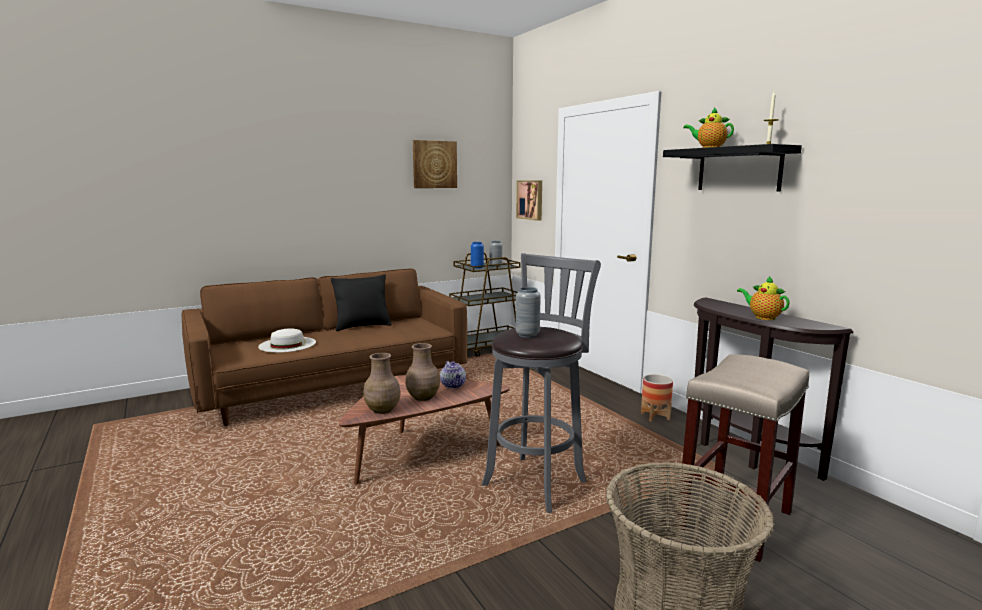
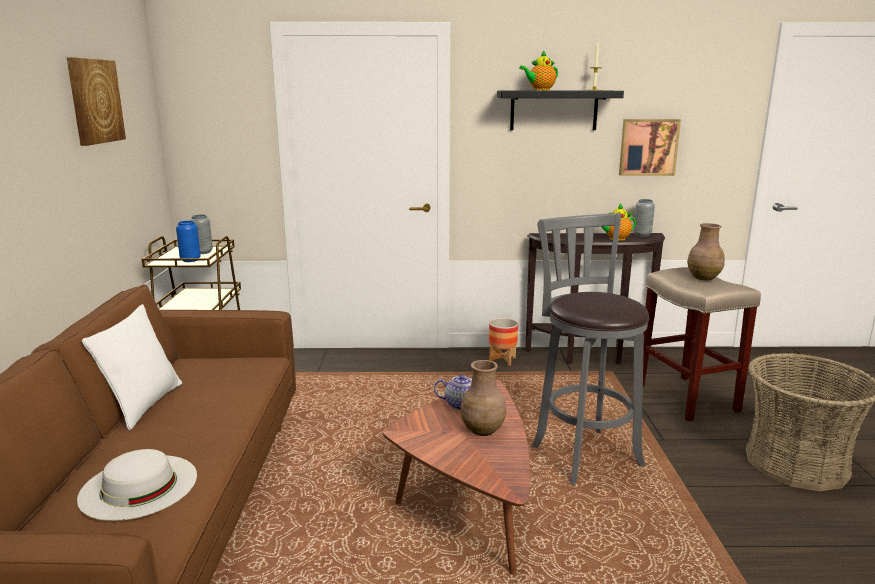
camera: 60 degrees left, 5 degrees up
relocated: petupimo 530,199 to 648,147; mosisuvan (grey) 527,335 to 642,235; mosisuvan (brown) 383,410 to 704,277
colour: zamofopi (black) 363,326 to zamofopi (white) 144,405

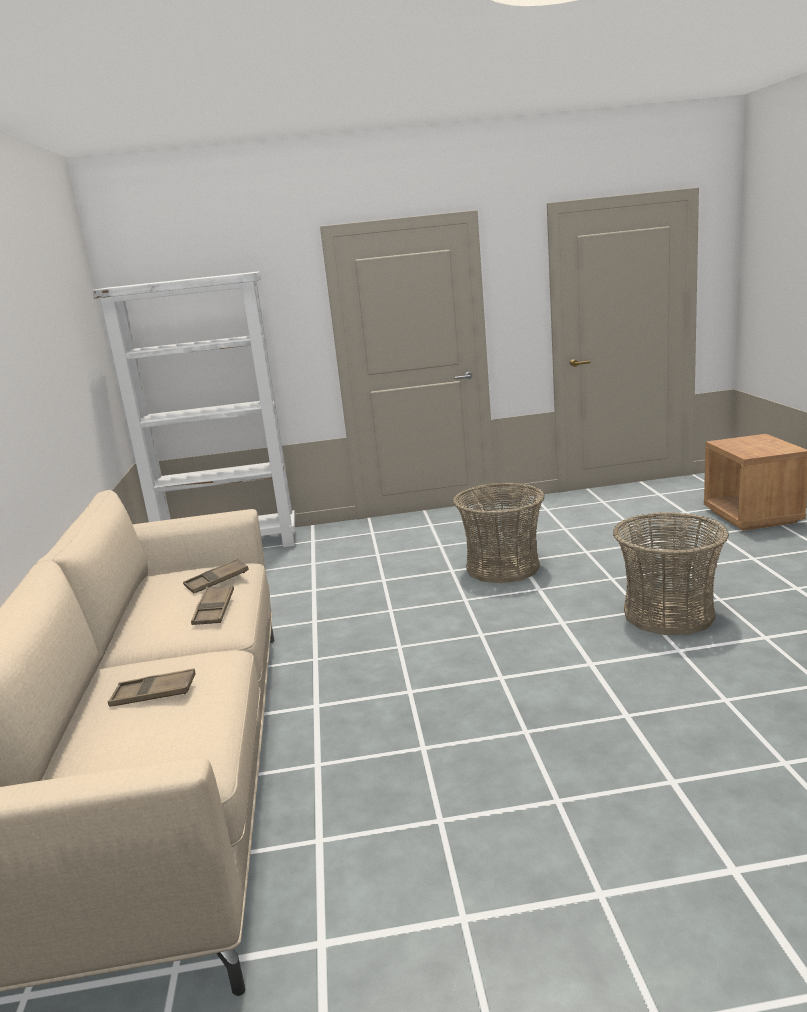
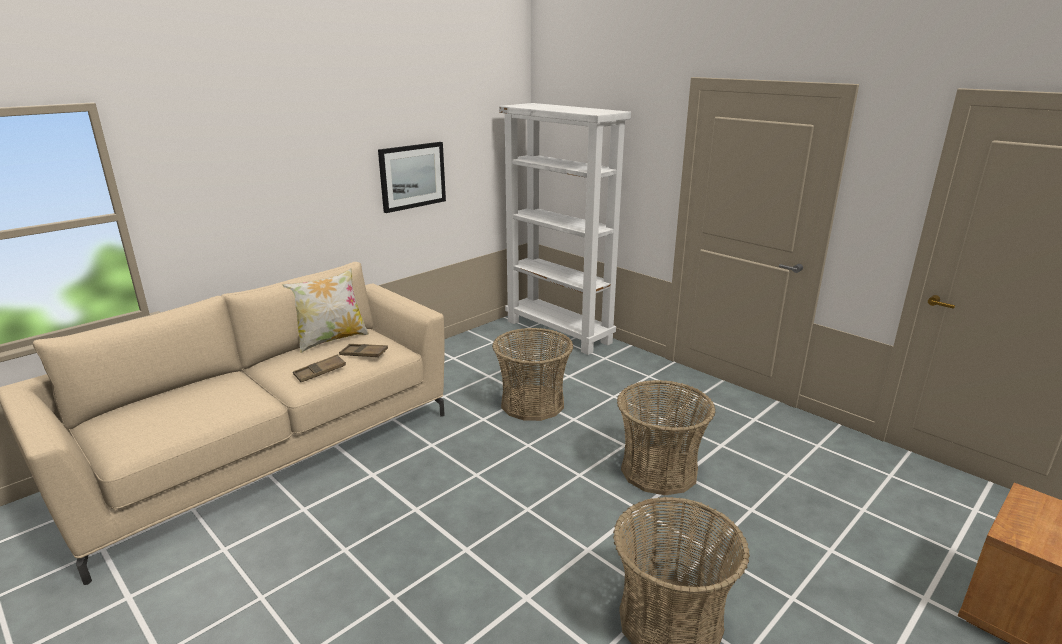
camera: 50 degrees right, 5 degrees up
missing: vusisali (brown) 154,694
appeared: zamofopi 331,340; petupimo 412,176; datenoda 532,403

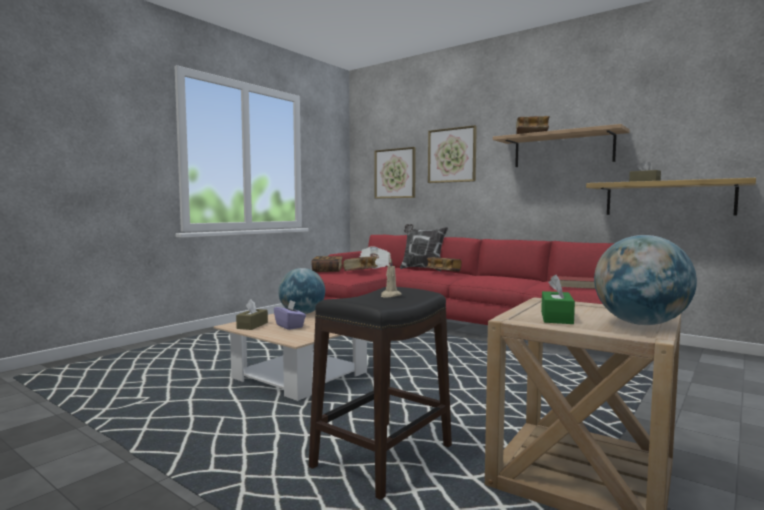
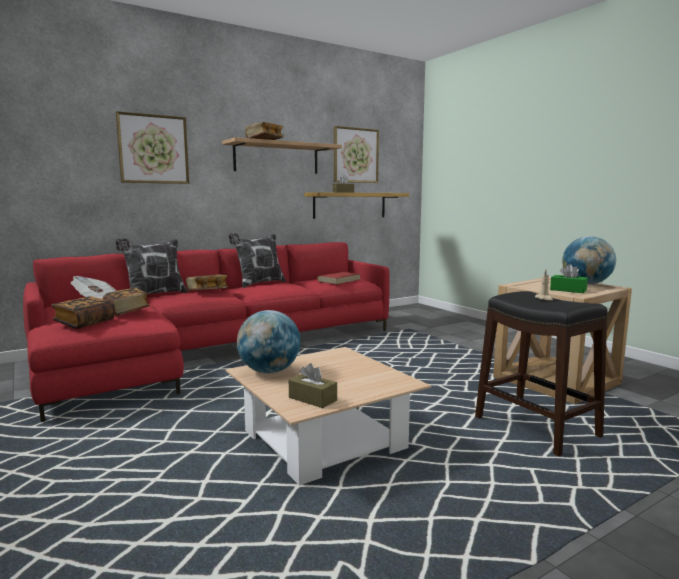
camera: 70 degrees left, 5 degrees up
missing: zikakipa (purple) 290,326
appeared: zamofopi 259,284
relocated: petupimo 395,173 to 355,155

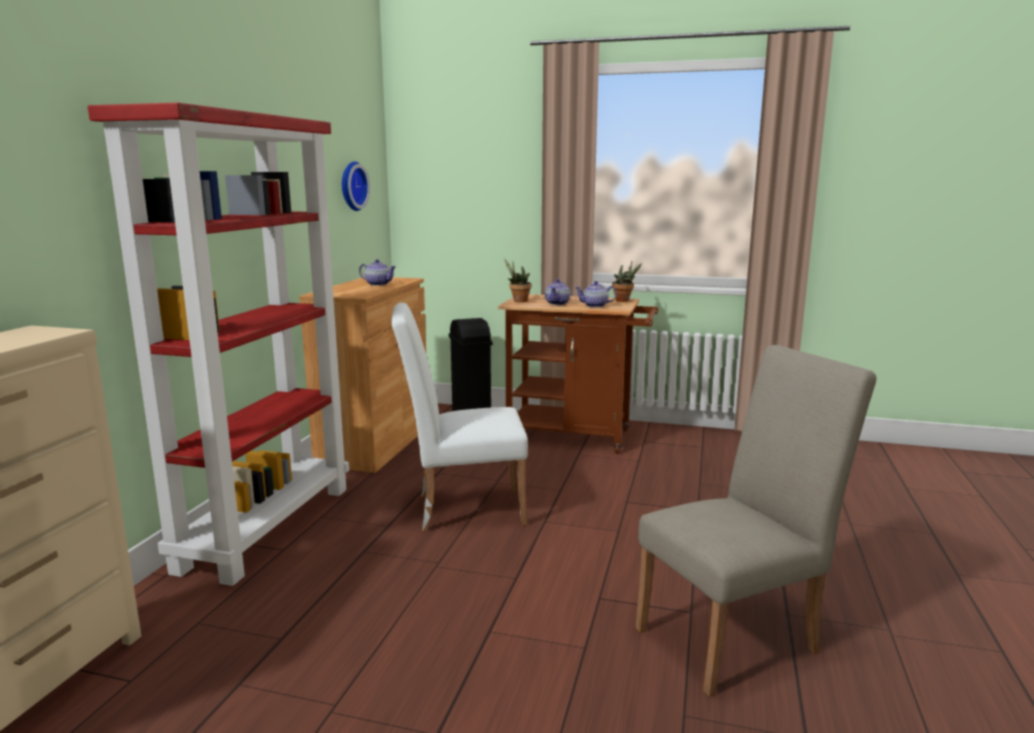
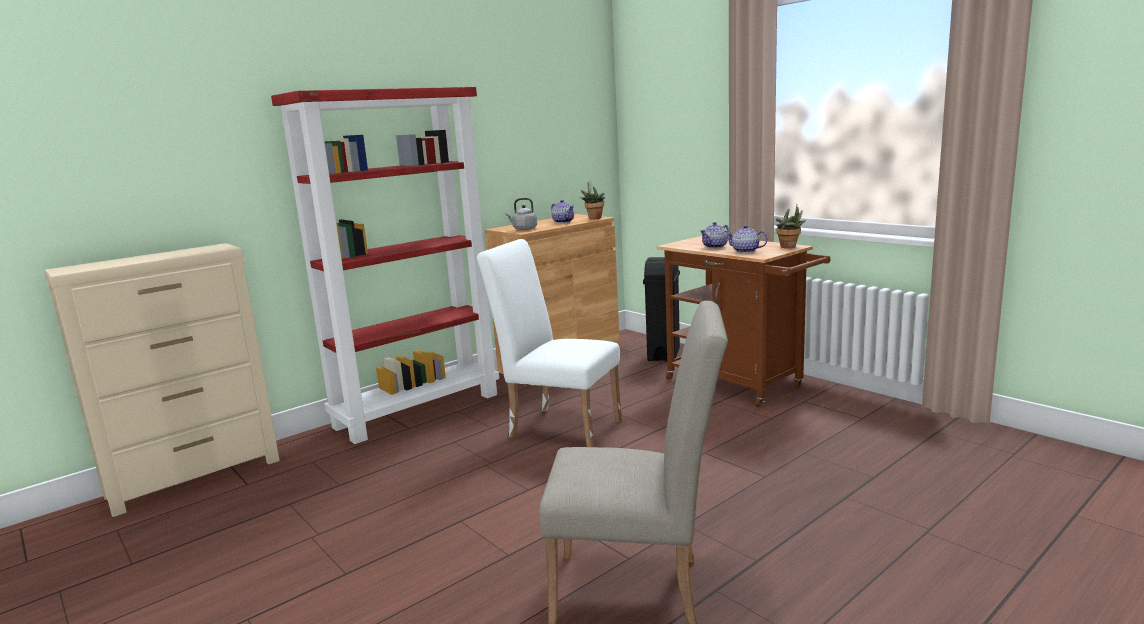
camera: 35 degrees right, 0 degrees up
missing: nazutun 351,186
appeared: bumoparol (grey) 523,229
relocated: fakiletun 518,301 to 594,218

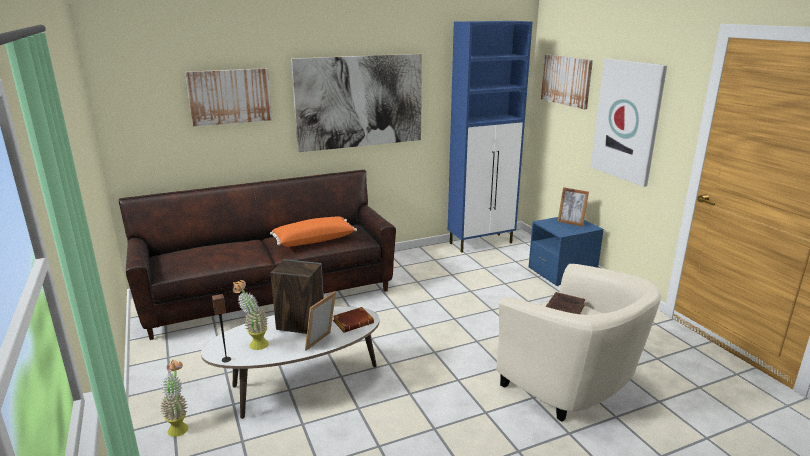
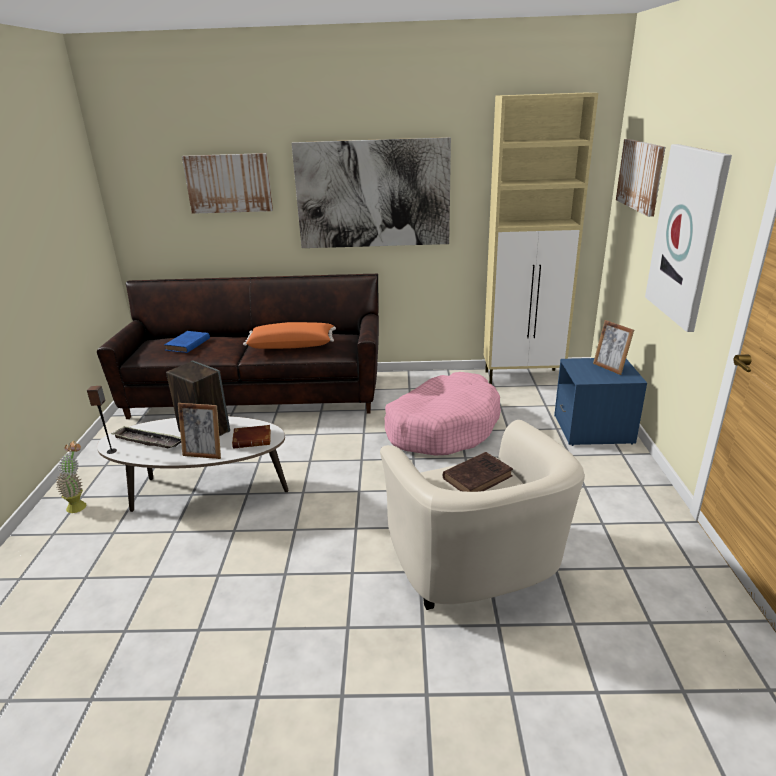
camera: 25 degrees right, 5 degrees up
appeared: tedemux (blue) 187,345; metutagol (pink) 442,427
exchanged: fakiletun 254,344 to vusisali 148,441
colour: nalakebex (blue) 481,243 to nalakebex (beige) 523,376
spun: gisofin 321,342 = 204,454 135 degrees counterclockwise

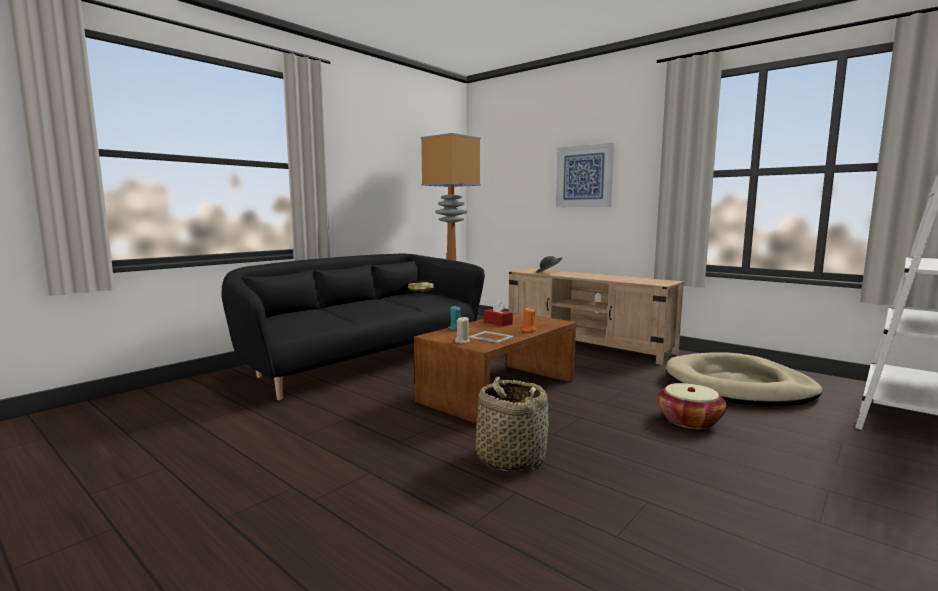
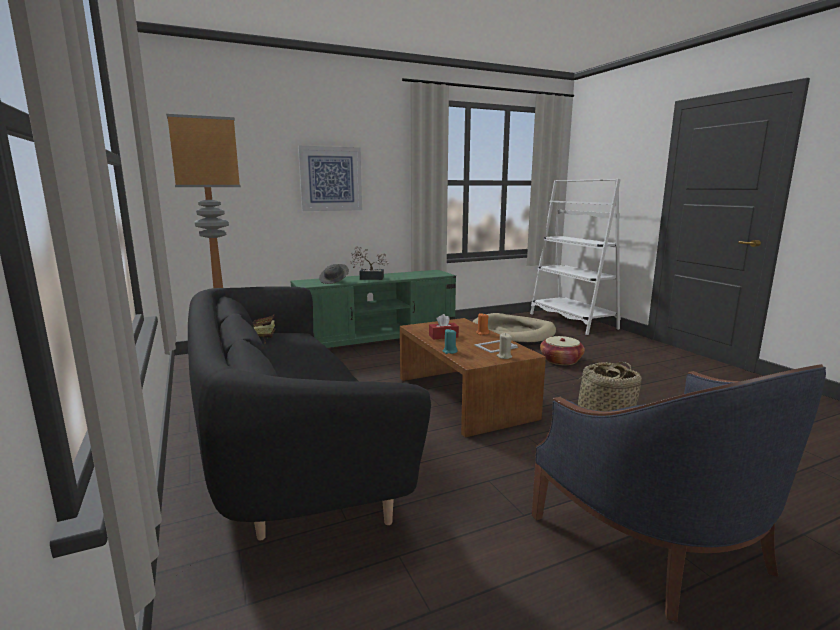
camera: 65 degrees left, 5 degrees up
appeared: fakiletun 368,278; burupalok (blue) 655,541
colour: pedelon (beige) 587,344 to pedelon (green) 377,341

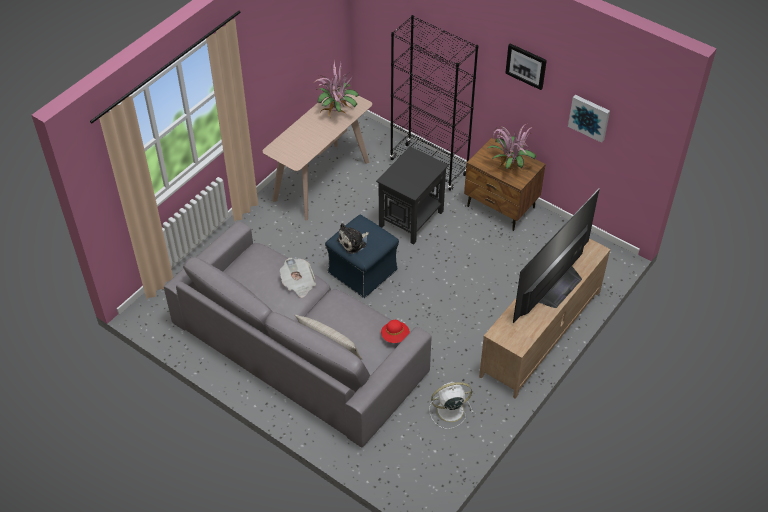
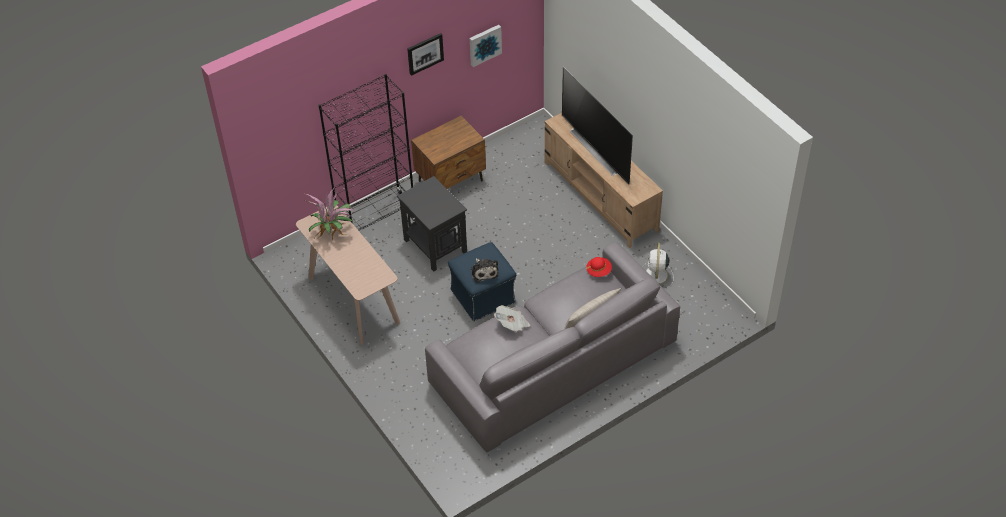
camera: 70 degrees left, 0 degrees up
missing: fakiletun 509,167

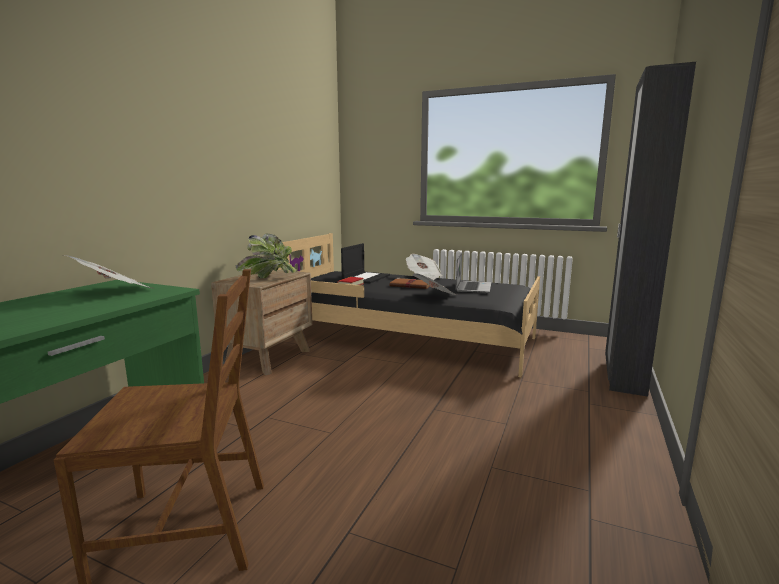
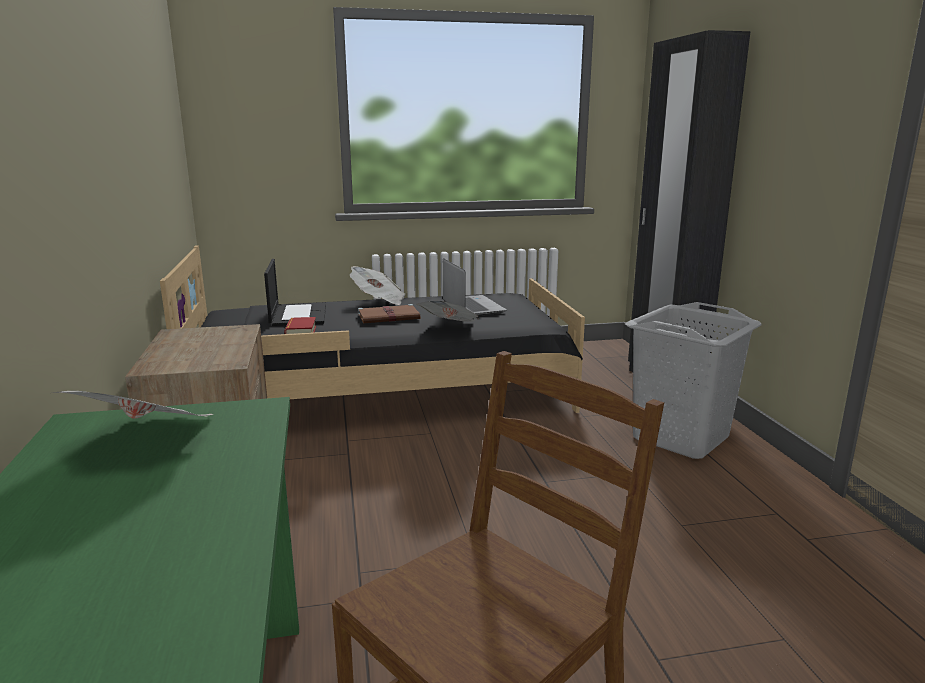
camera: 35 degrees left, 5 degrees up
missing: fakiletun 268,277
appeared: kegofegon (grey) 681,437

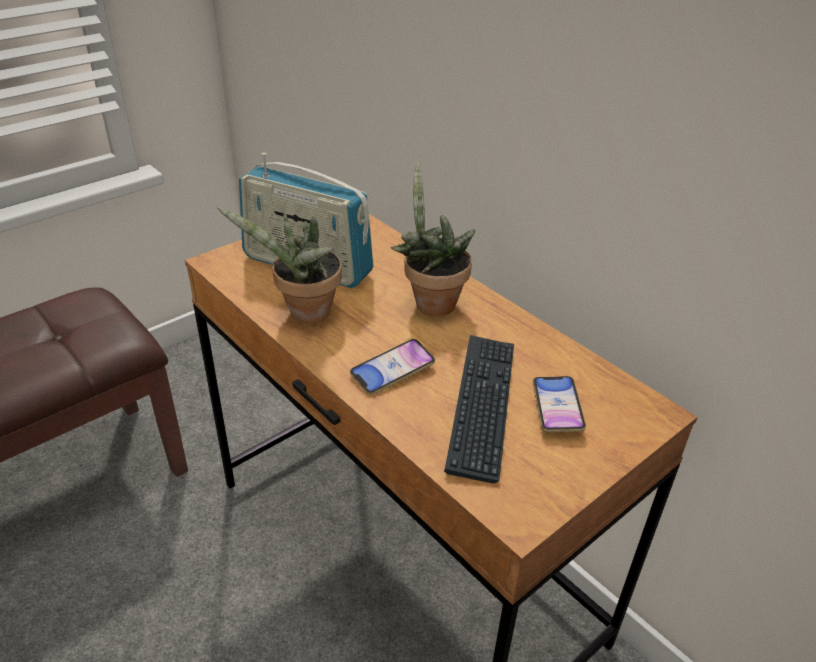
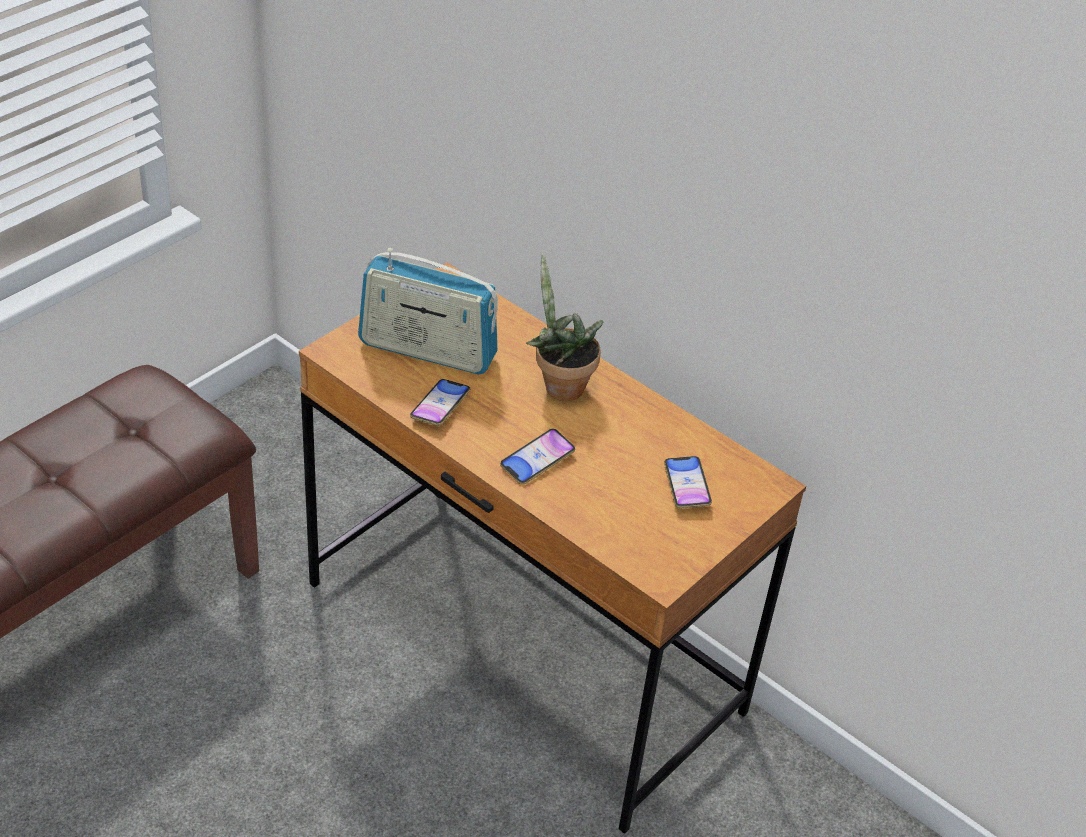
camera: 10 degrees left, 5 degrees up
missing: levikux 482,405
exchanged: fakiletun 304,313 to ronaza 440,406

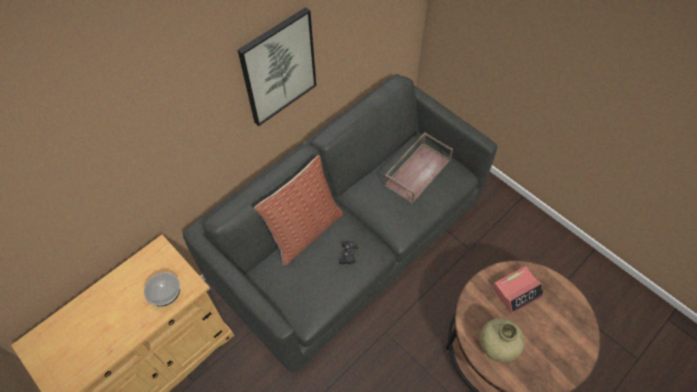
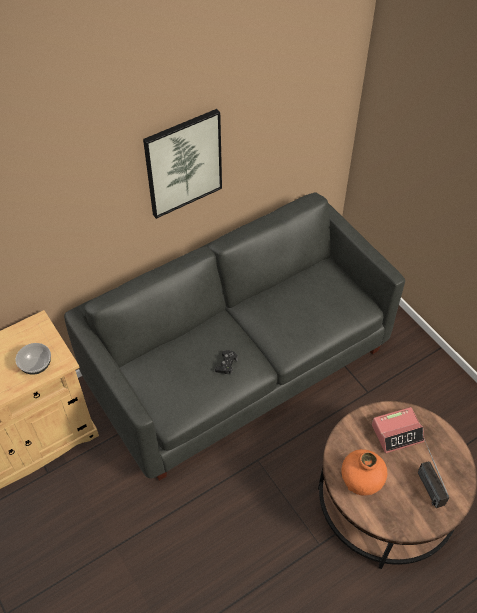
camera: 10 degrees right, 5 degrees down
missing: zamofopi 305,230; vusisali (brown) 417,172
appeared: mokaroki 424,479
colour: mosisuvan (beige) 496,348 to mosisuvan (orange) 360,484

